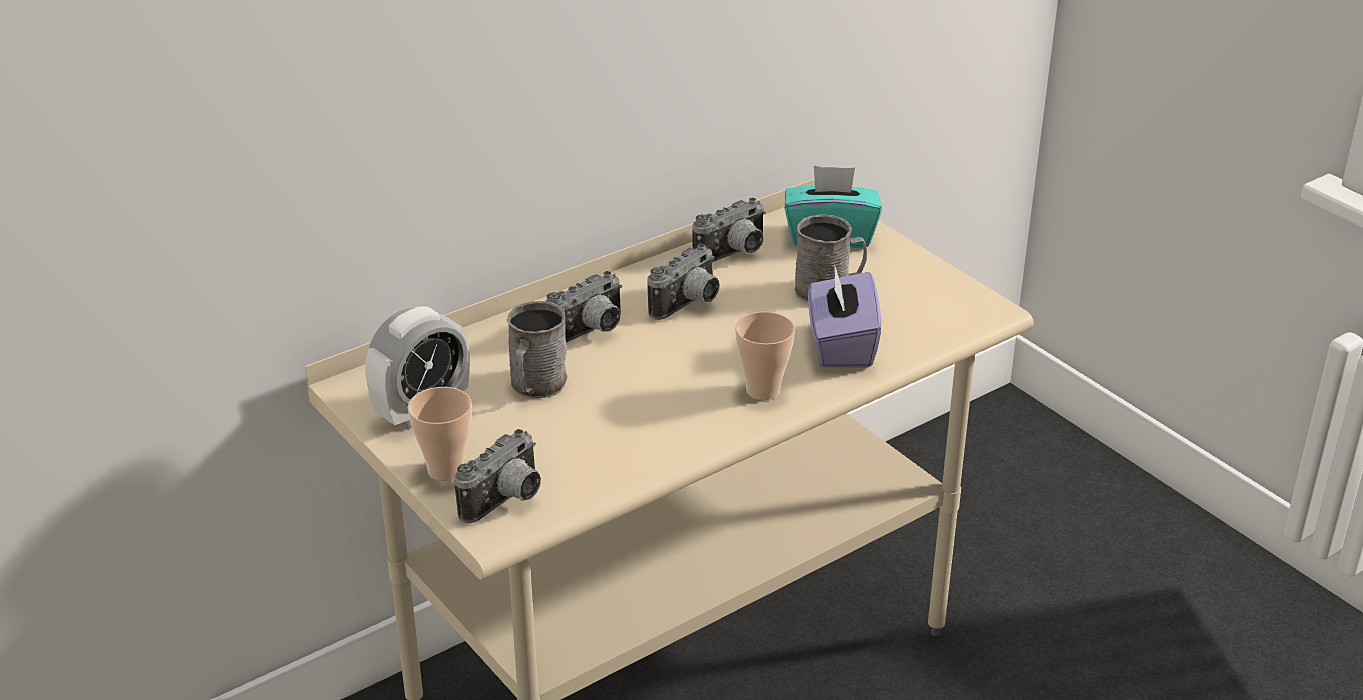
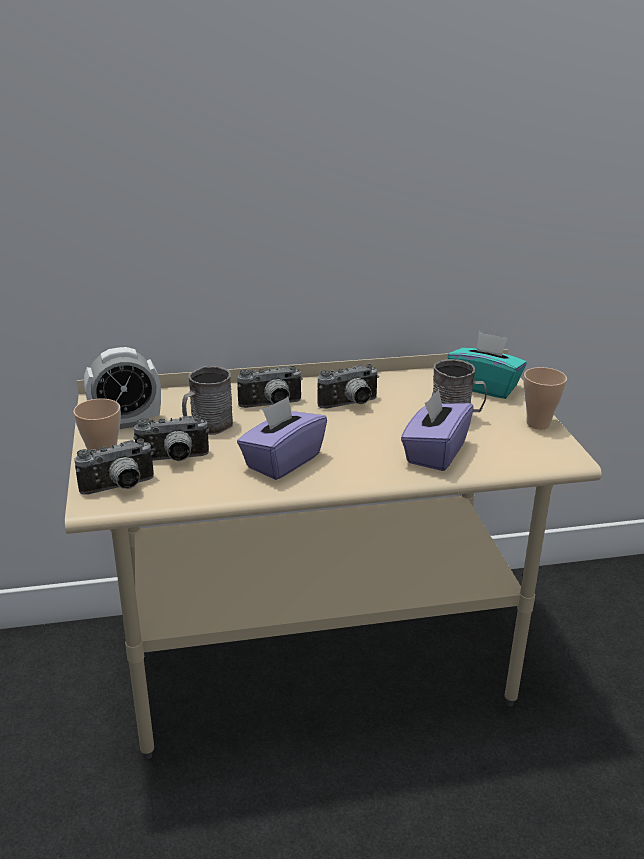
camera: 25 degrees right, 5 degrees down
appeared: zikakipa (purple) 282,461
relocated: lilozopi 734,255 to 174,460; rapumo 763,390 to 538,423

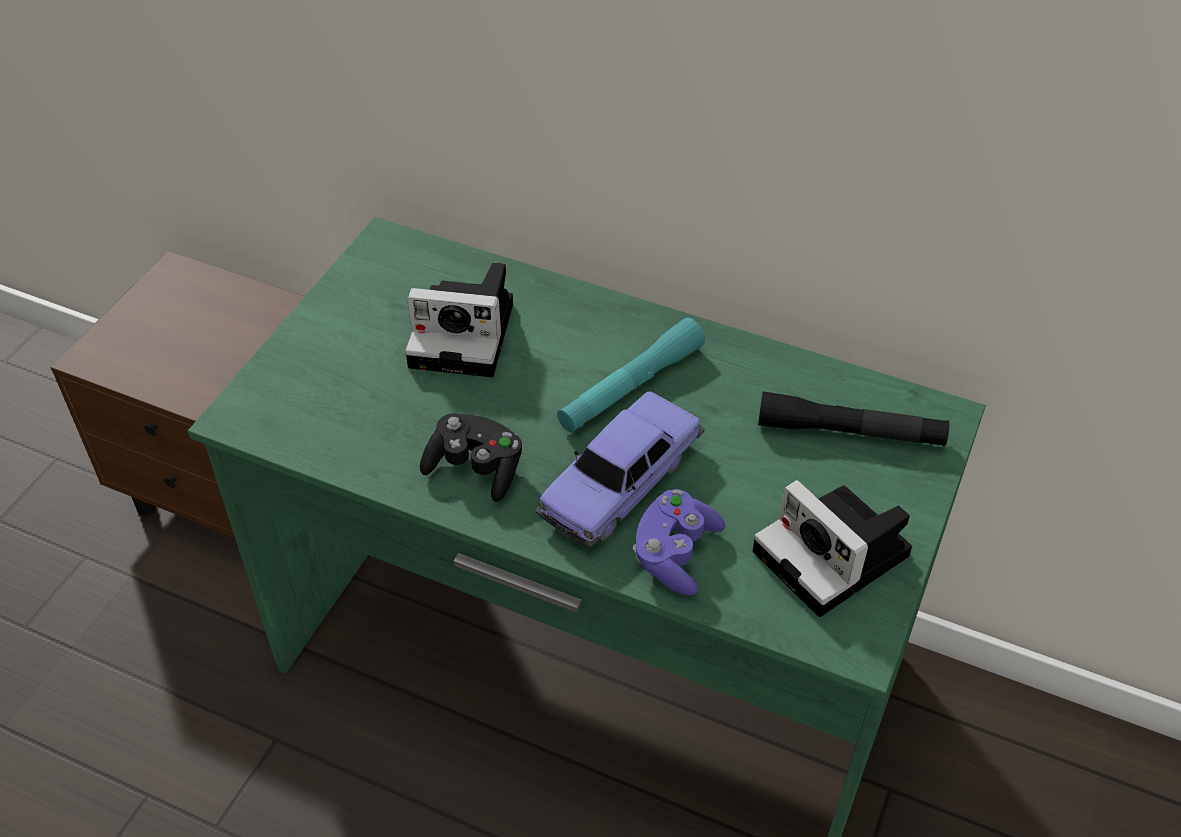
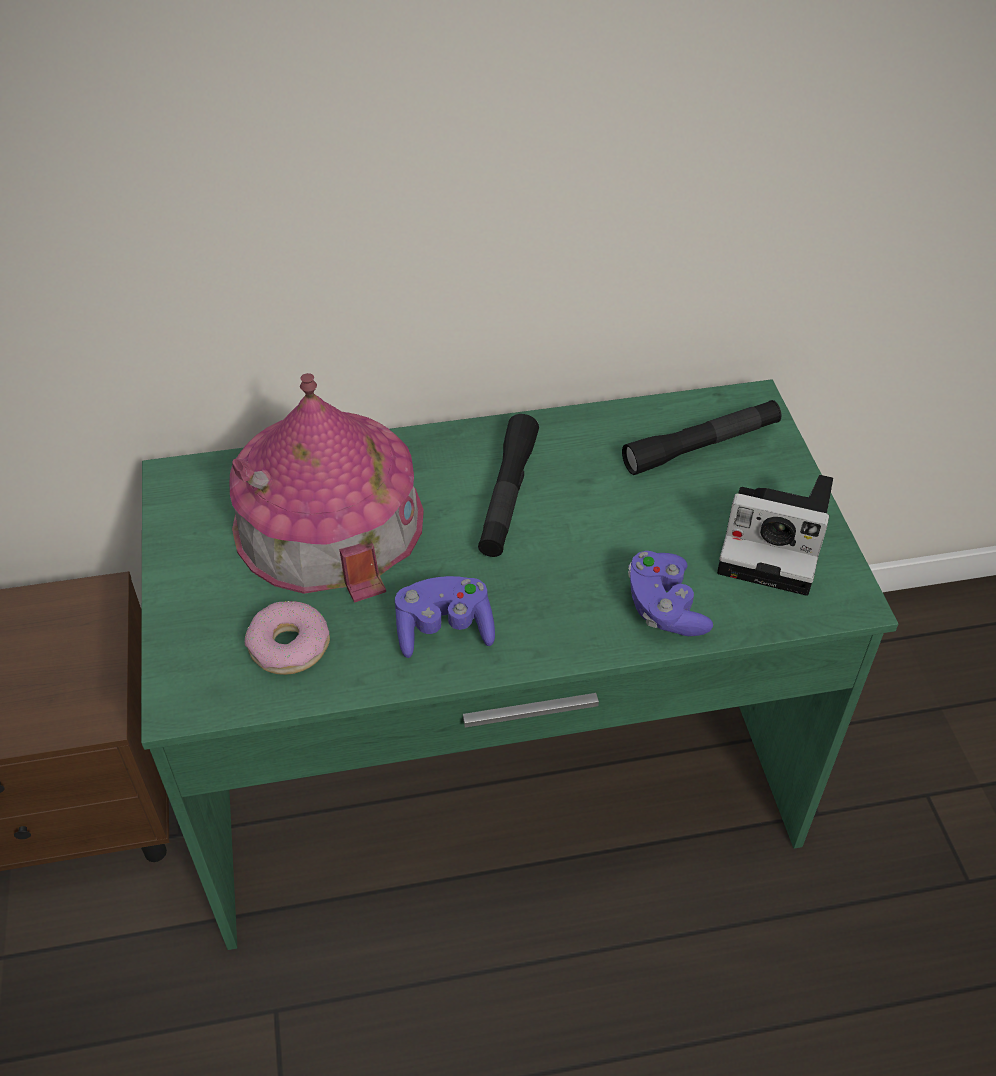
camera: 35 degrees left, 0 degrees up
missing: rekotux 620,482
appeared: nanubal 289,646
exchanged: lilozopi 467,334 to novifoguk 328,521
colour: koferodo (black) 475,469 to koferodo (purple) 444,629; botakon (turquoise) 631,386 to botakon (black) 507,495

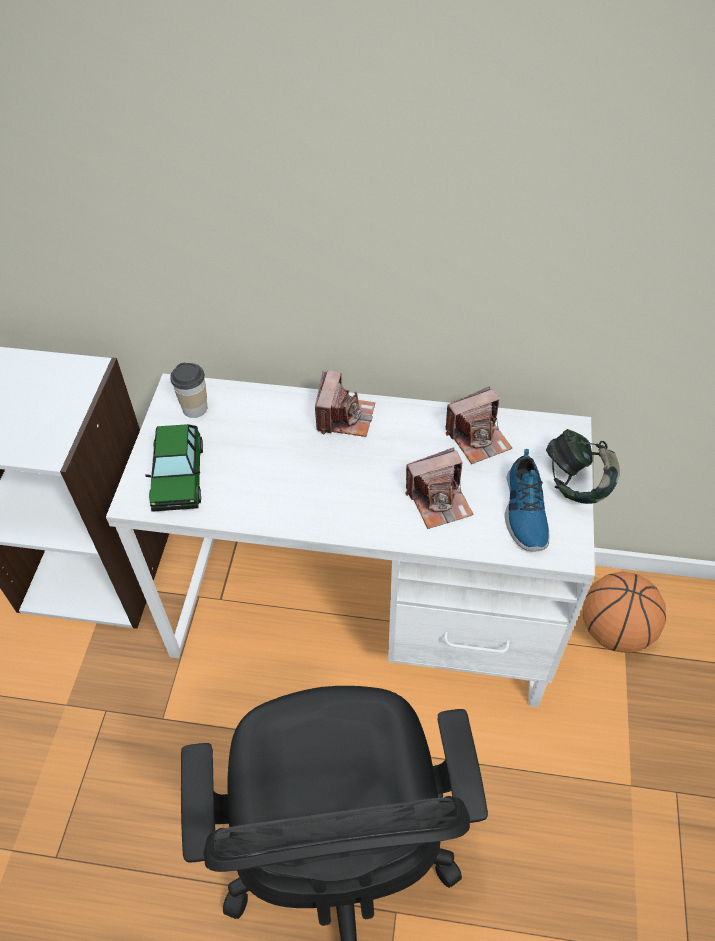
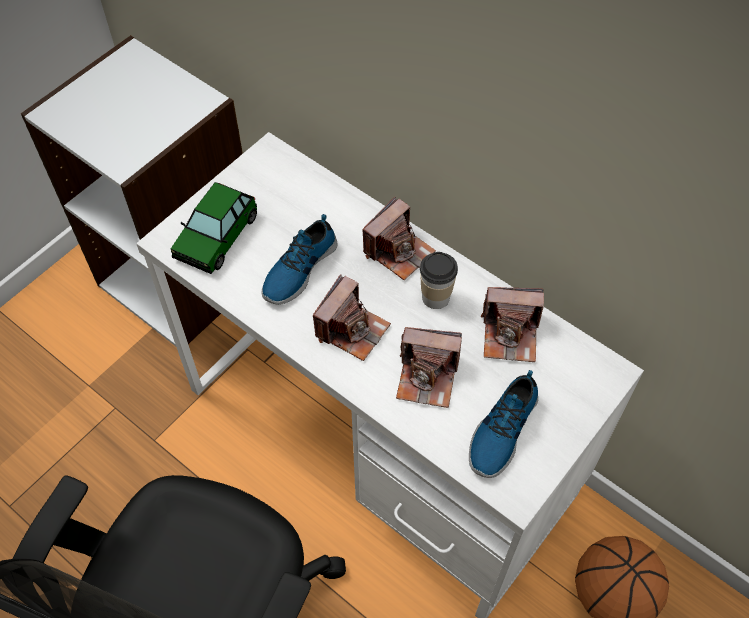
camera: 30 degrees right, 5 degrees up
missing: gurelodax 576,482
appeared: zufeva 298,269; lilozopi 352,329
relocated: rapumo 195,408 to 435,297

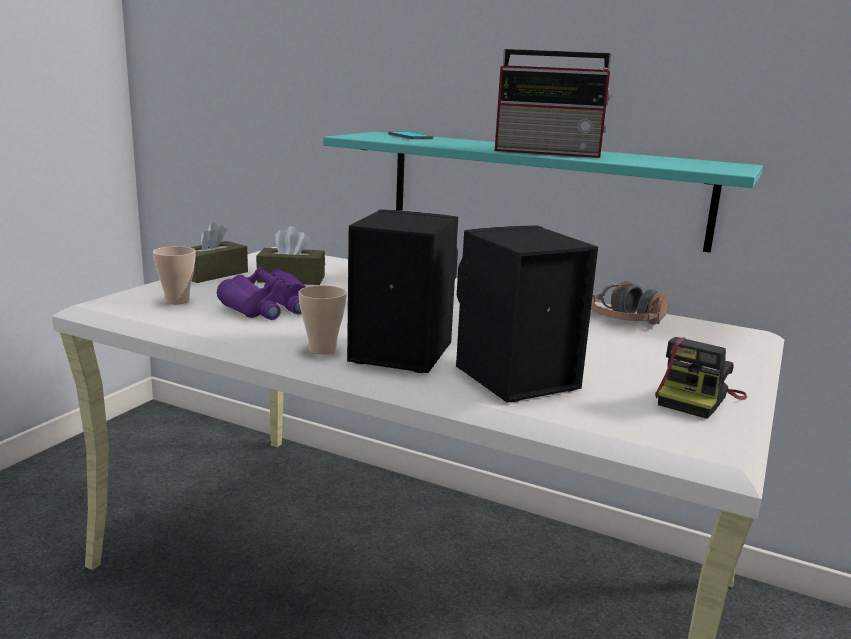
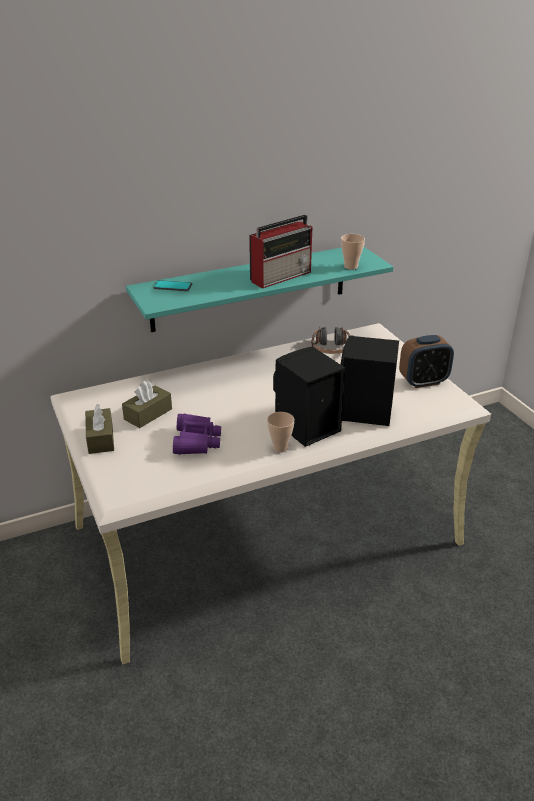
camera: 50 degrees left, 15 degrees up
relocated: rapumo 177,301 to 351,267
exchanged: lilozopi 697,398 to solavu 423,381

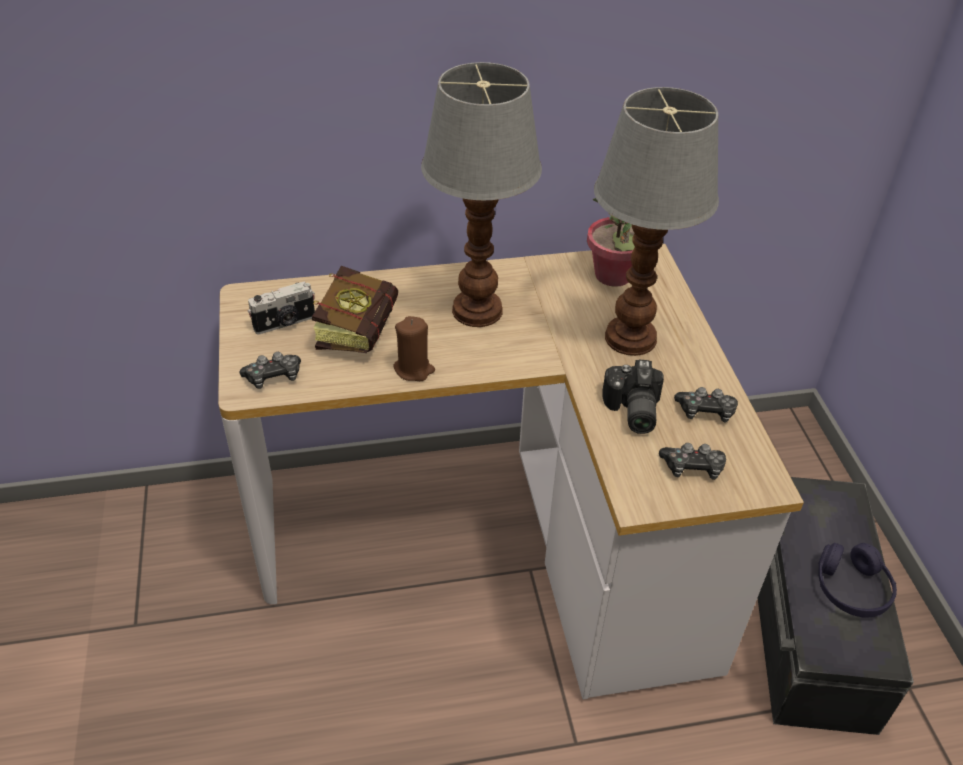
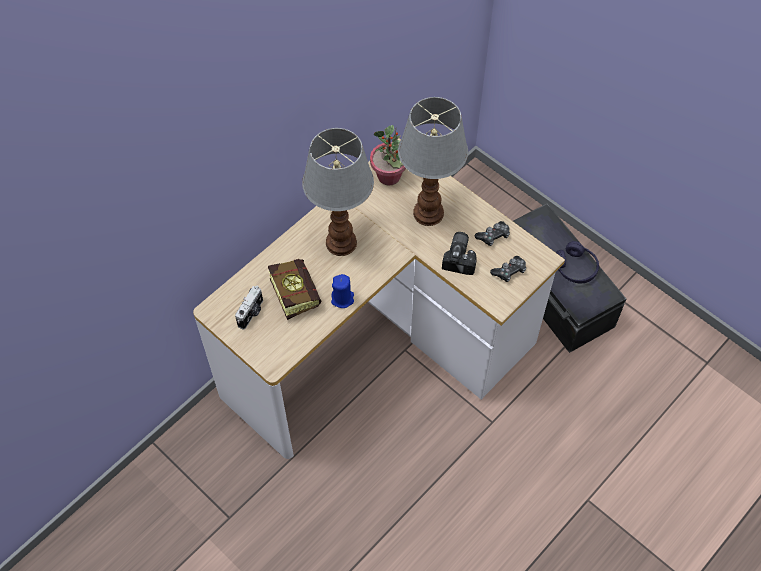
camera: 35 degrees left, 15 degrees up
missing: koferodo 273,377
colour: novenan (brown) 414,369 to novenan (blue) 342,299
spun: lilozopi 630,411 = 461,257 135 degrees counterclockwise

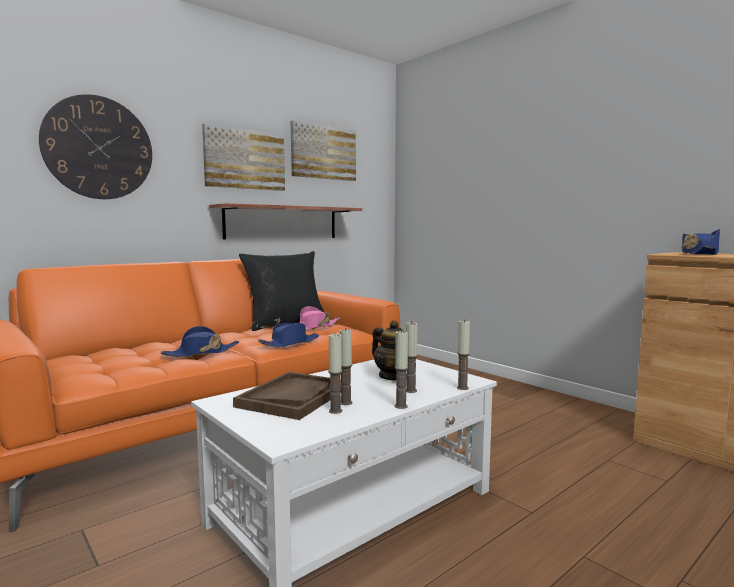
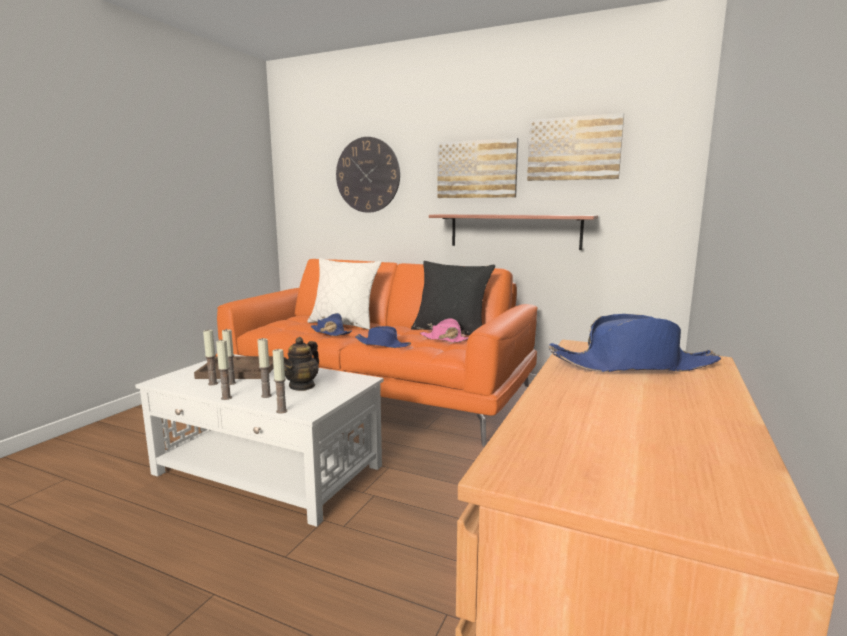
camera: 65 degrees right, 5 degrees up
appeared: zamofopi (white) 344,323

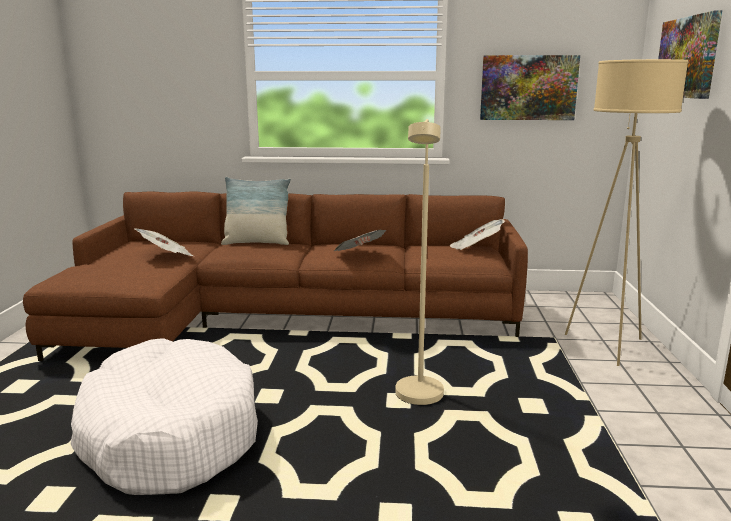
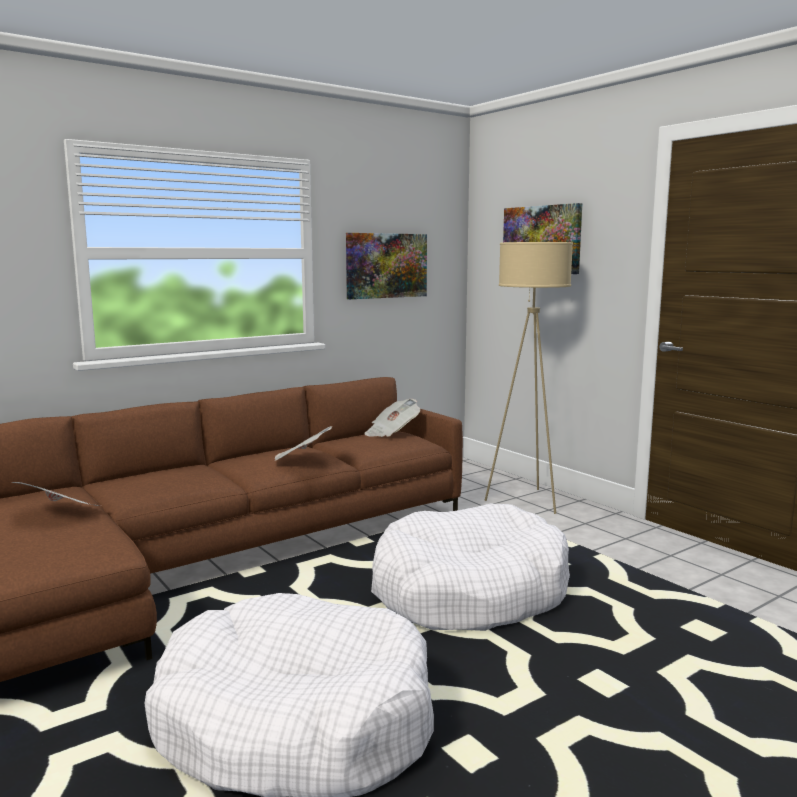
camera: 40 degrees left, 5 degrees down
missing: zamofopi 257,243
exchanged: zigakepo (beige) 418,401 to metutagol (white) 469,591

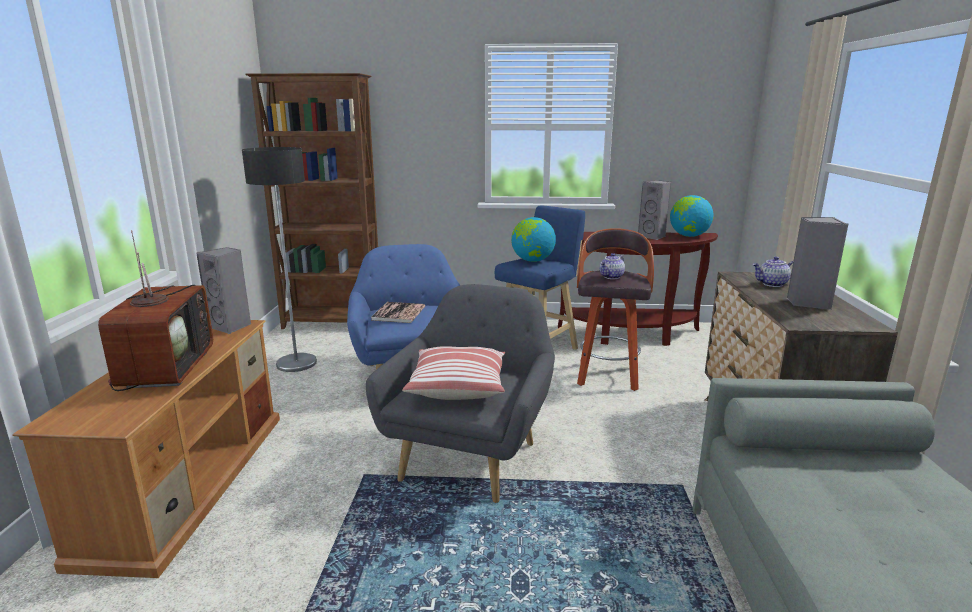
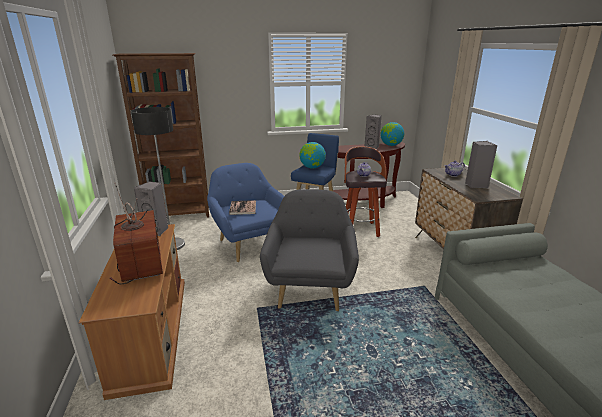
camera: 15 degrees left, 5 degrees up
missing: zamofopi 457,386

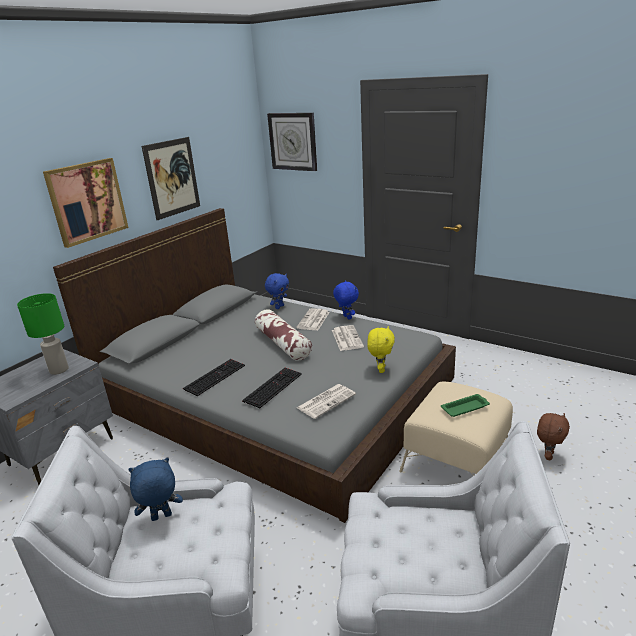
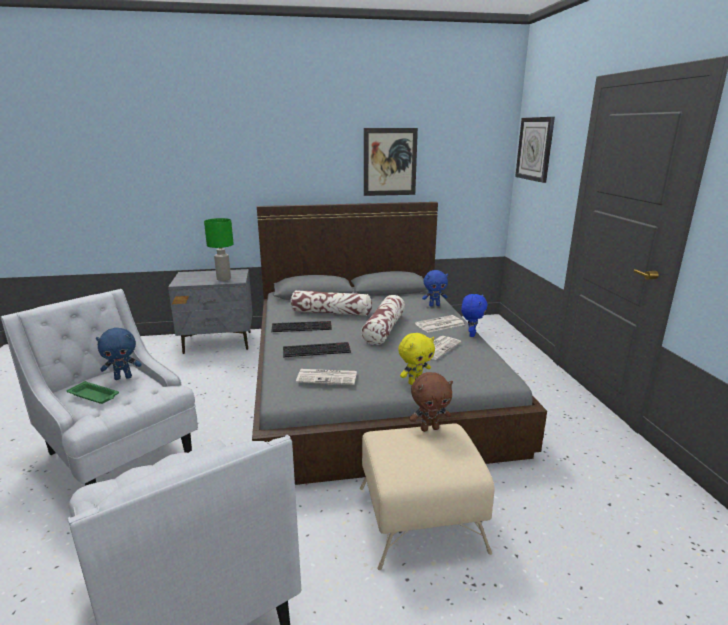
camera: 45 degrees right, 5 degrees down
missing: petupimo 87,201
appeared: zamofopi 331,312
relocated: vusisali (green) 465,408 to 94,396; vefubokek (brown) 548,455 to 429,428
spun: vefubokek (blue) 161,517 = 123,377 135 degrees clockwise

